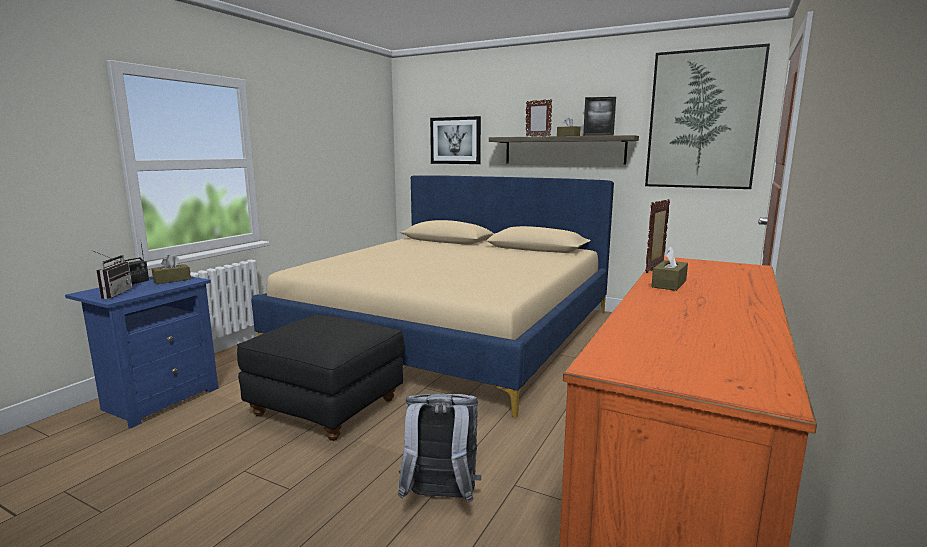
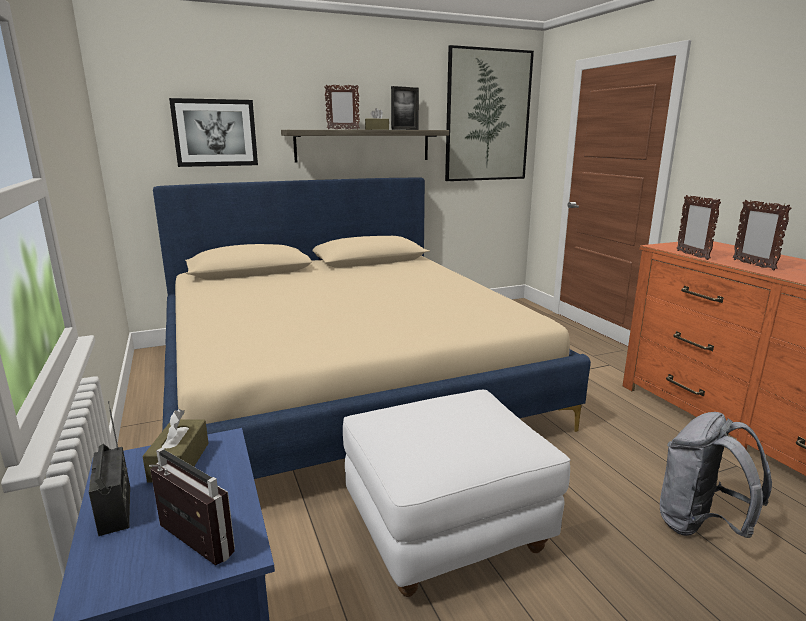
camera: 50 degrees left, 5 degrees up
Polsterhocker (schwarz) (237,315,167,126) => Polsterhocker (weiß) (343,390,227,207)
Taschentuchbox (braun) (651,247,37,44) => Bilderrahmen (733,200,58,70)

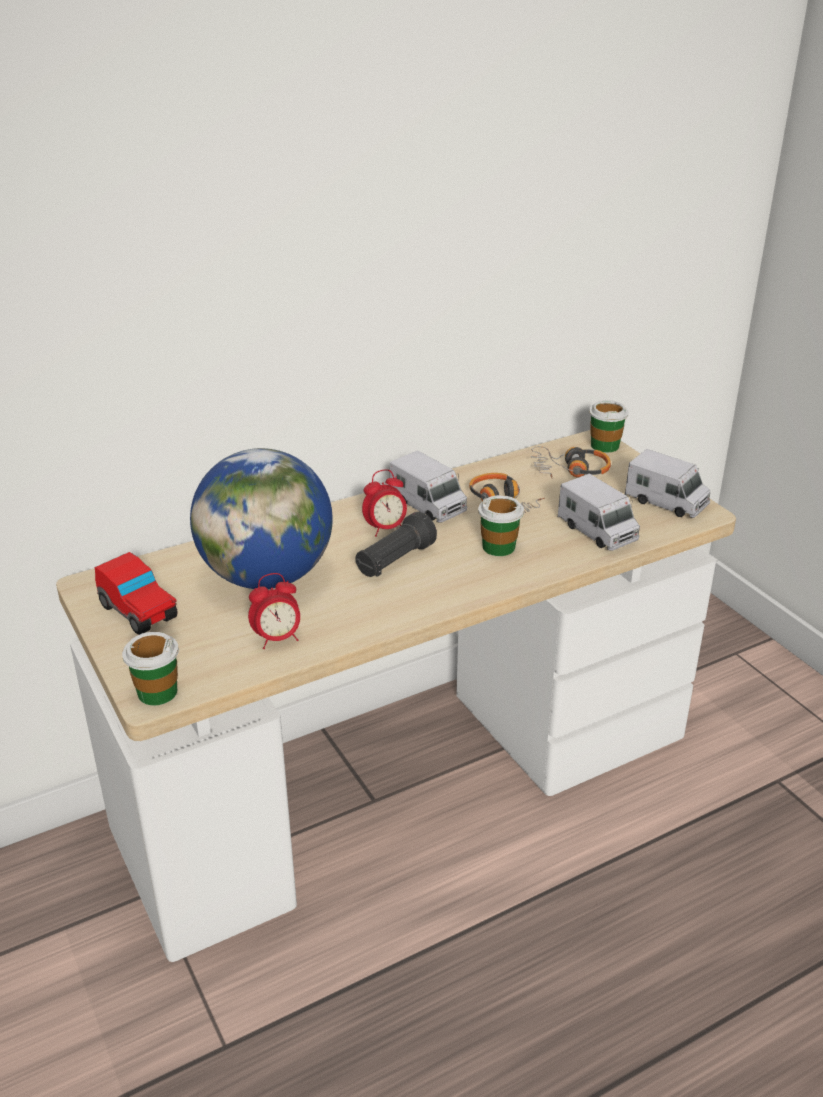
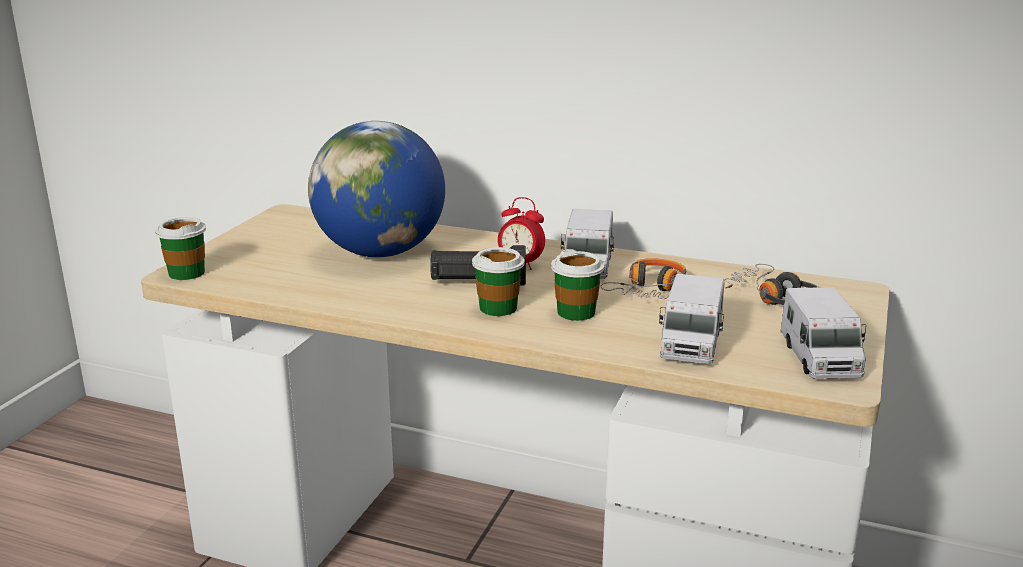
camera: 50 degrees right, 10 degrees down
Spielzeugauto (95,552,83,83) => nothing
Wecker (248,573,52,76) => nothing
Tasse (589,400,40,53) => Tasse (472,247,53,69), shifted

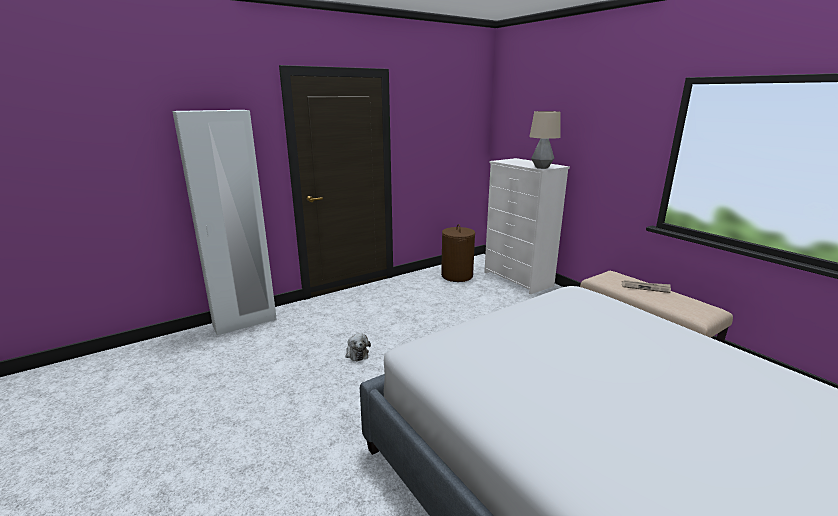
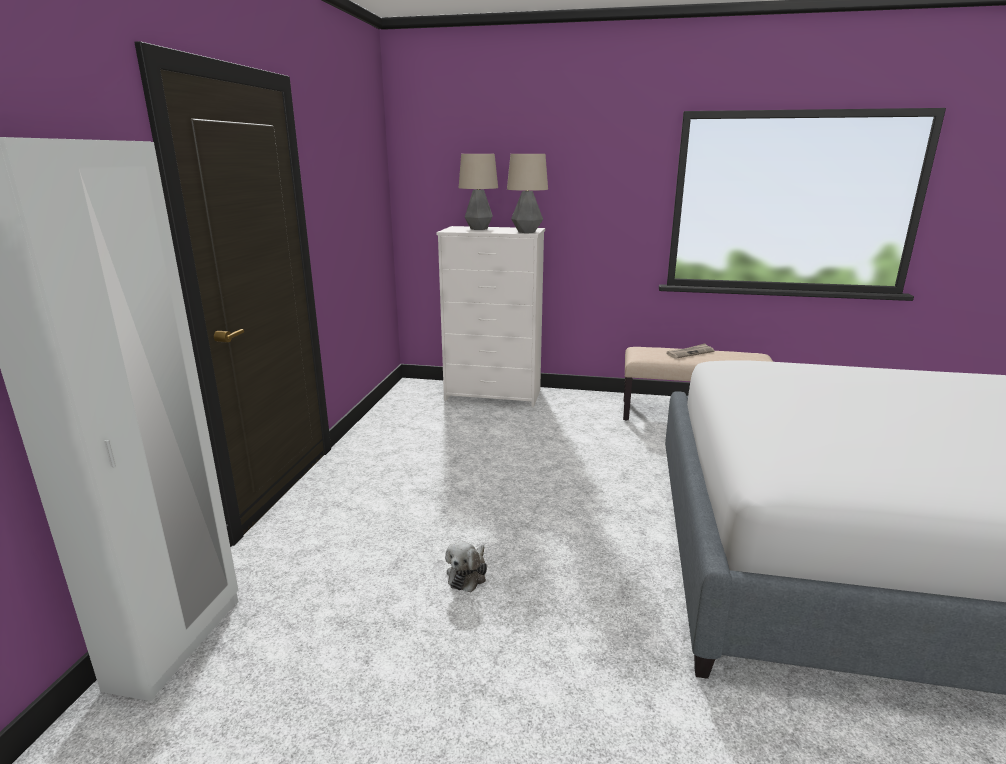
camera: 45 degrees left, 0 degrees up
Plüschtier (345,333,26,28) => Plüschtier (445,542,42,50), 90 degrees clockwise
Wäschekorb (braun) (441,224,34,58) => nothing
nothing => Tischlampe (459,154,39,76)

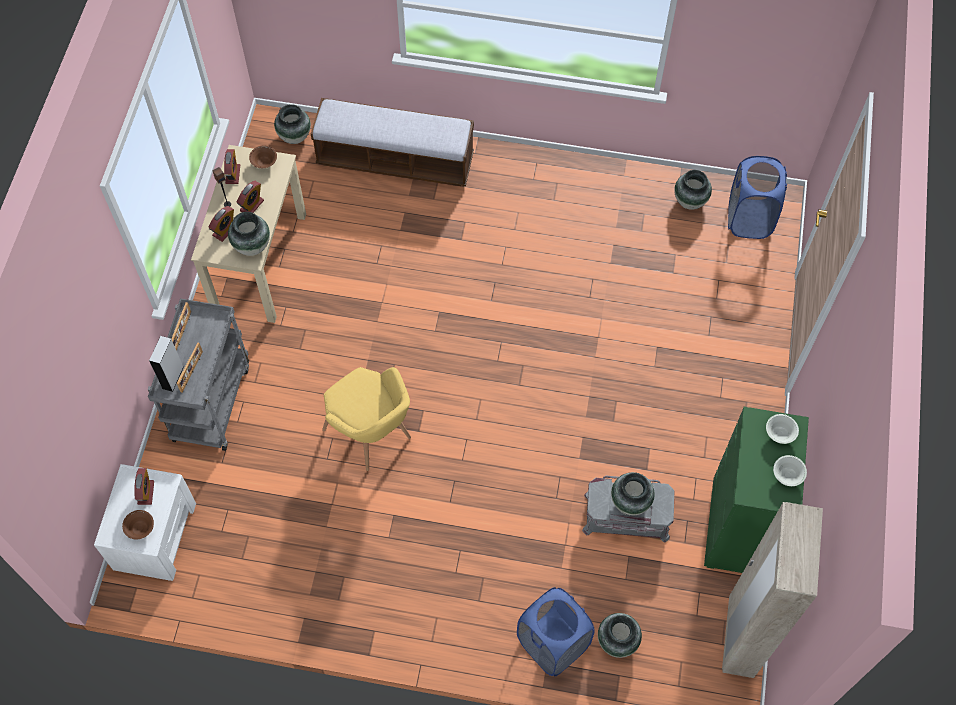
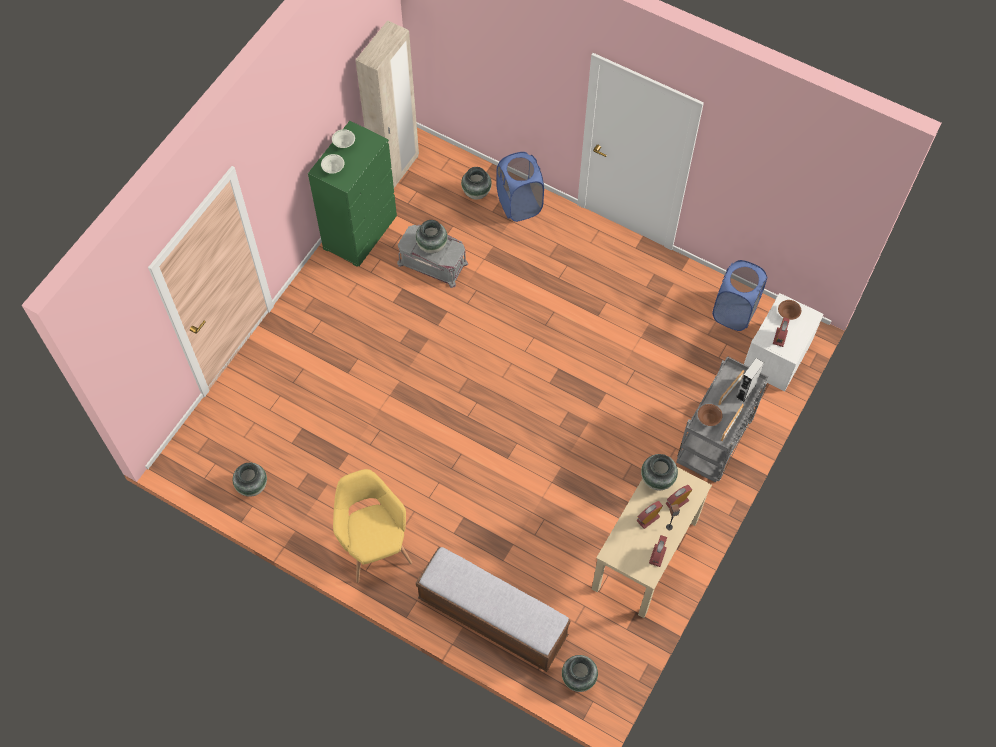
camera: 160 degrees left, 0 degrees up
Schüssel (braun) (249,145,28,23) => Schüssel (braun) (698,404,25,22), shifted
Sessel (gelb) (322,367,89,104) => Sessel (gelb) (333,469,79,114), shifted
Wäschekorb (blau) (728,156,59,83) => Wäschekorb (blau) (712,260,55,71), shifted

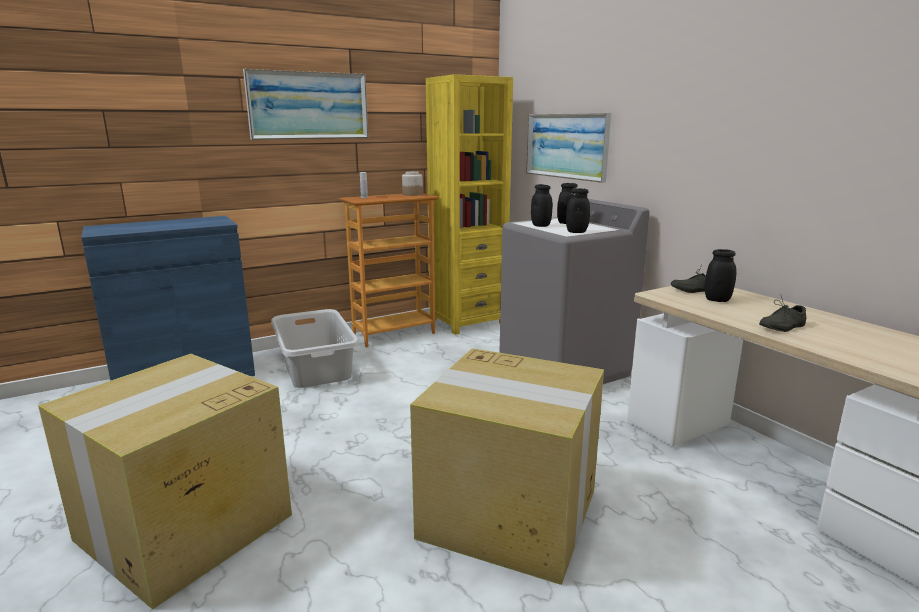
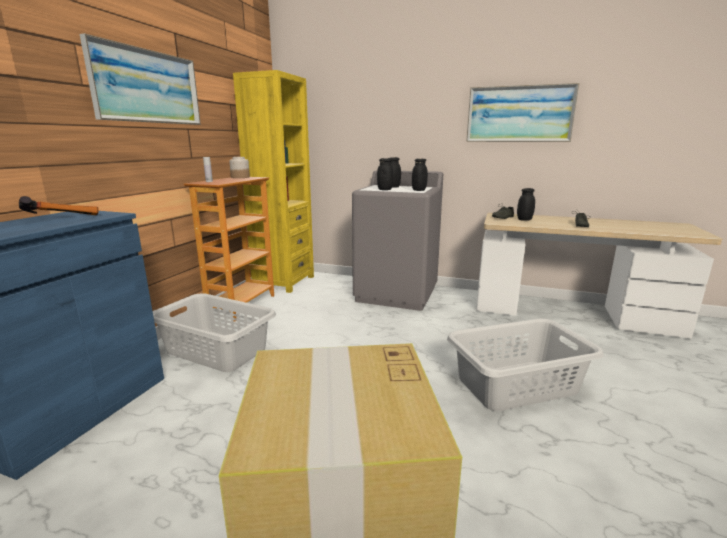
camera: 40 degrees left, 0 degrees up
Karton (410,348,194,237) => Wäschekorb (grau) (447,319,157,92)
Bild (526,113,85,70) => Bild (466,83,114,59), shifted
nothing => Hammer (19,196,80,19)

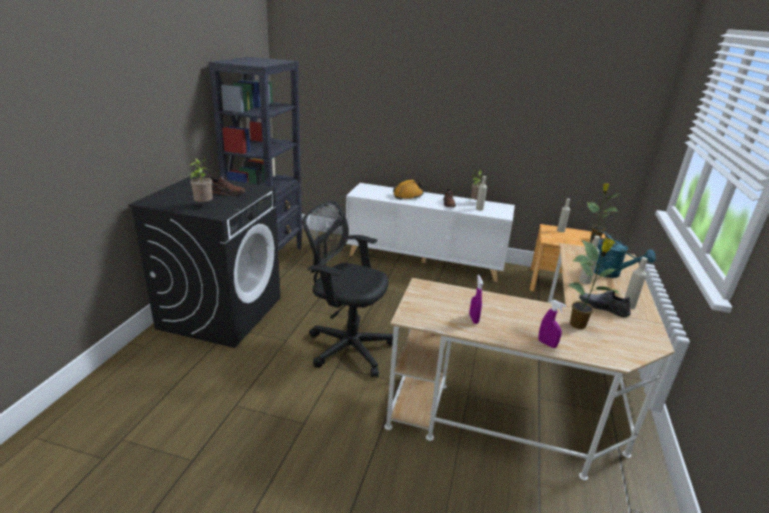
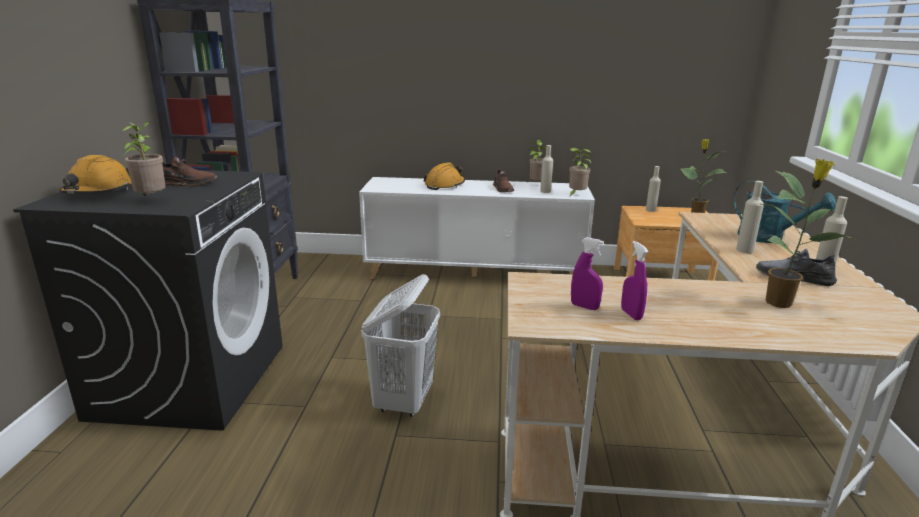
camera: 10 degrees left, 5 degrees down
Bürostuhl (schwarz) (302,200,91,178) => Wäschekorb (weiß) (361,274,79,143)
Sprühflasche (lila) (538,300,28,48) => Sprühflasche (lila) (571,237,33,73), shifted
nothing => Schutzhelm (orange) (59,155,72,39)
nothing => Topfpflanze (569,148,23,49)

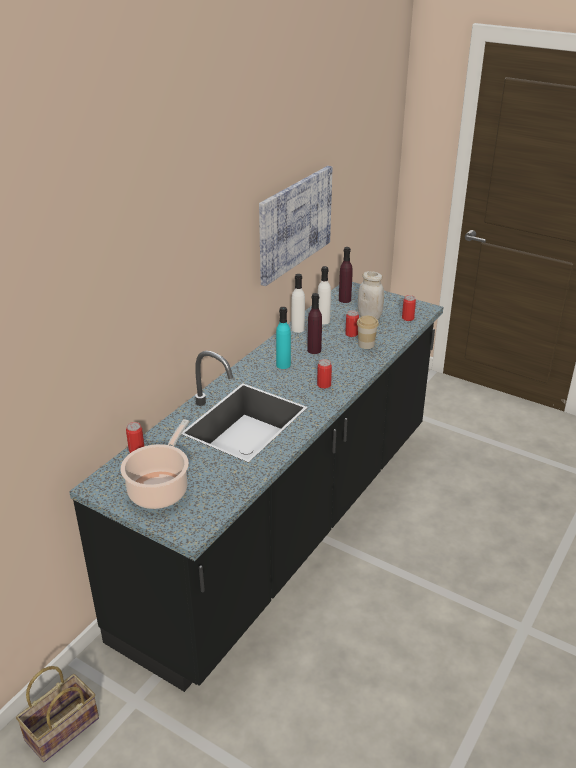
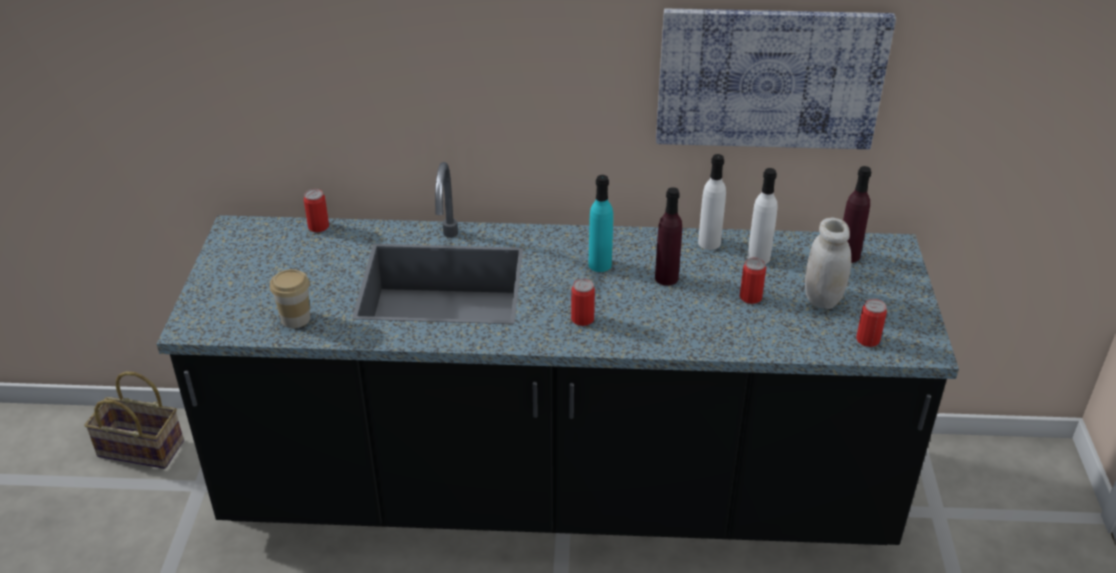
camera: 60 degrees right, 5 degrees up
Kochtopf (121,419,68,90) => nothing
Tasse (357,316,22,33) => Tasse (270,269,40,59), shifted

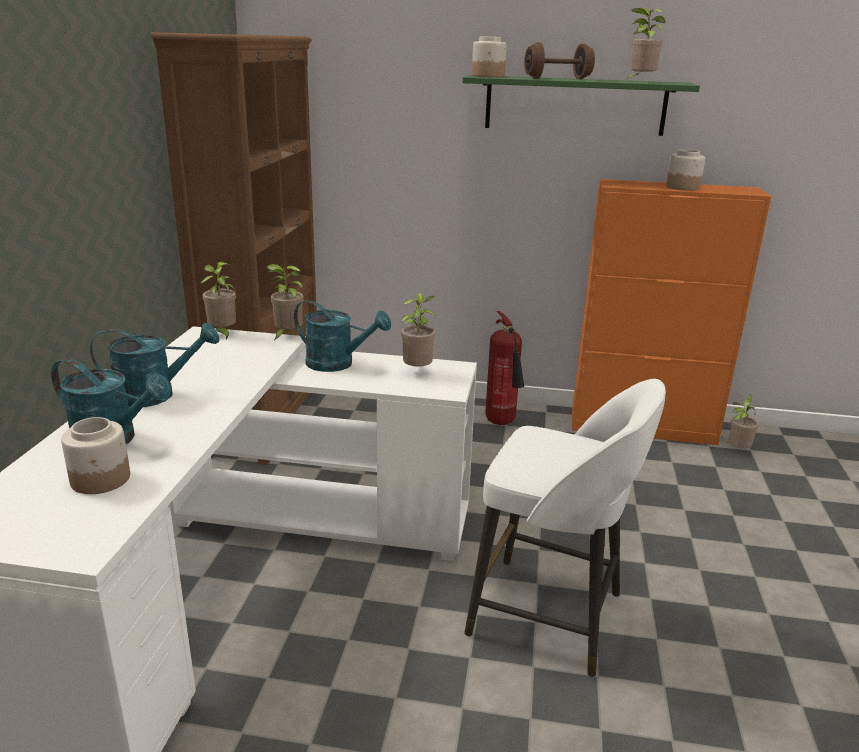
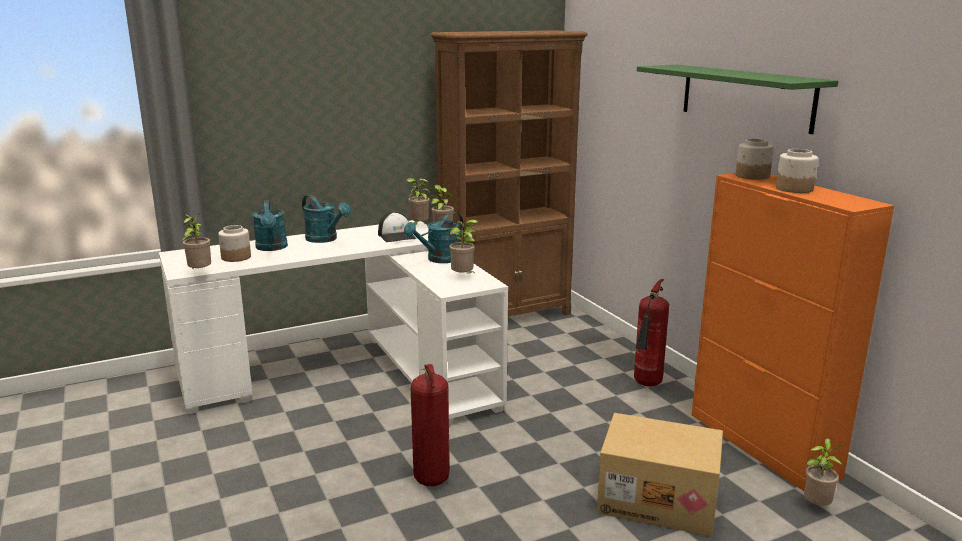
camera: 55 degrees right, 5 degrees down
Gießkanne (türkis) (294,300,97,72) => Gießkanne (türkis) (404,212,59,51), 60 degrees clockwise
Hocker (weiß) (464,379,202,298) => Feuerlöscher (411,364,39,122)
Vorratsglas (472,36,35,41) => Vorratsglas (736,139,38,41), shifted
Hantel (braun) (524,42,71,37) => nothing
Topfpflanze (625,8,40,73) => Topfpflanze (181,213,30,56), shifted
nothing => Kappe (378,212,39,30)
nothing => Karton (597,413,126,124)

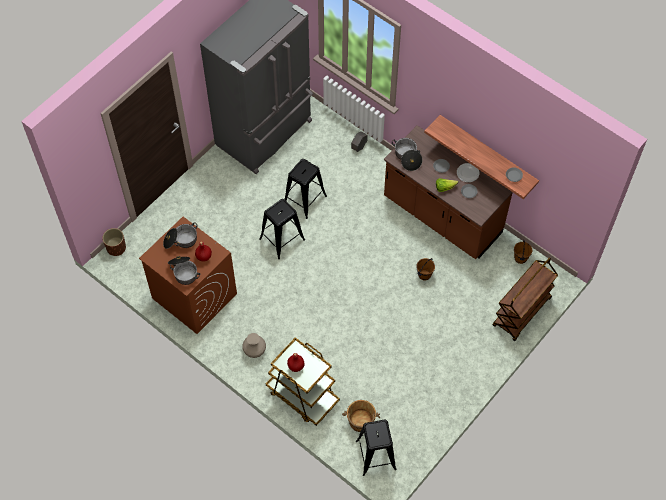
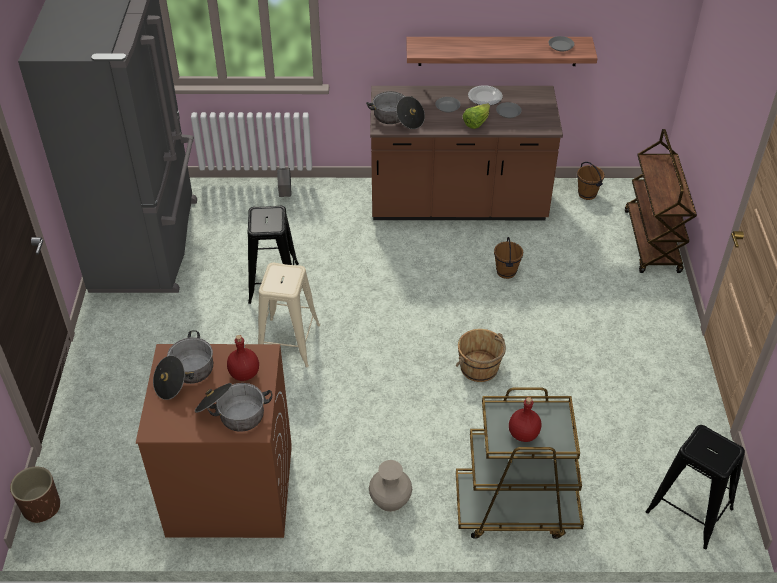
camera: 40 degrees left, 15 degrees down
Hocker (schwarz) (259,199,46,60) => Hocker (beige) (258,263,62,104)
Eimer (braun) (342,400,38,32) => Eimer (braun) (456,329,50,53), shifted

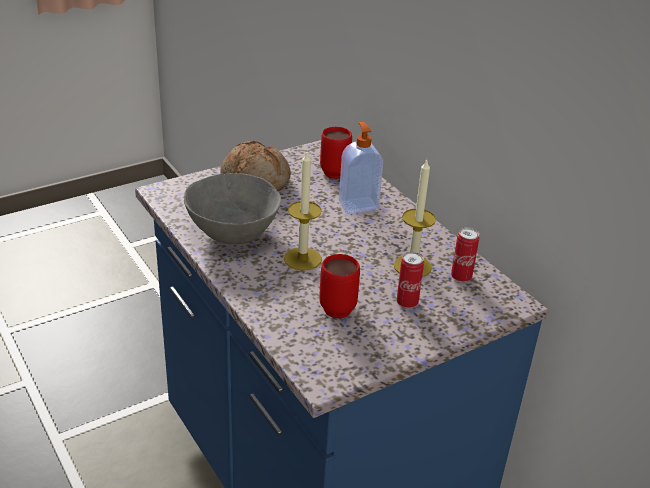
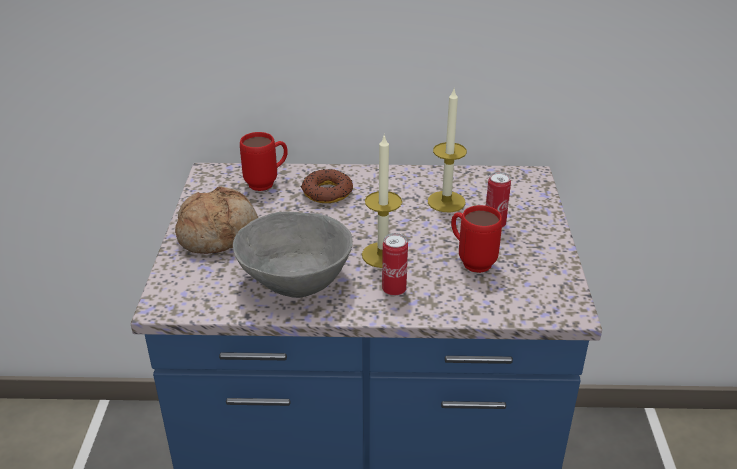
camera: 55 degrees left, 0 degrees up
Seifenspender (339,122,44,92) => Donut (301,169,52,34)
Dose (451,227,28,55) => Dose (382,233,26,63), shifted

